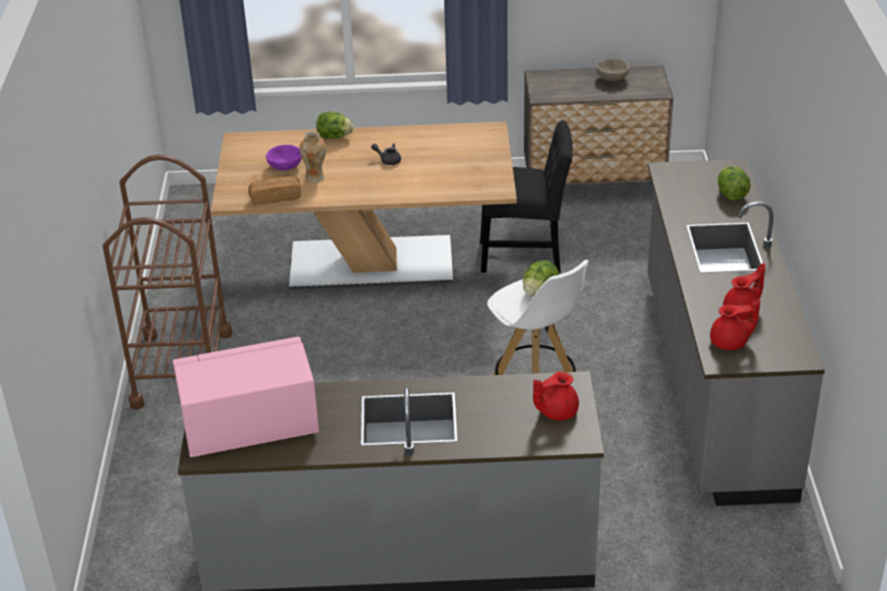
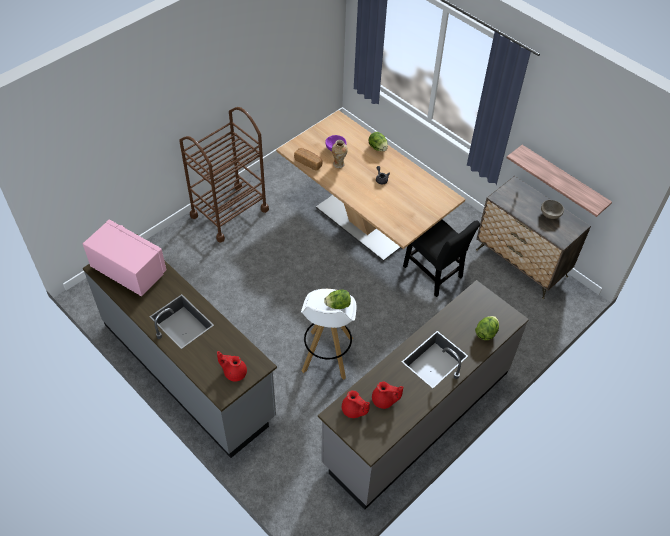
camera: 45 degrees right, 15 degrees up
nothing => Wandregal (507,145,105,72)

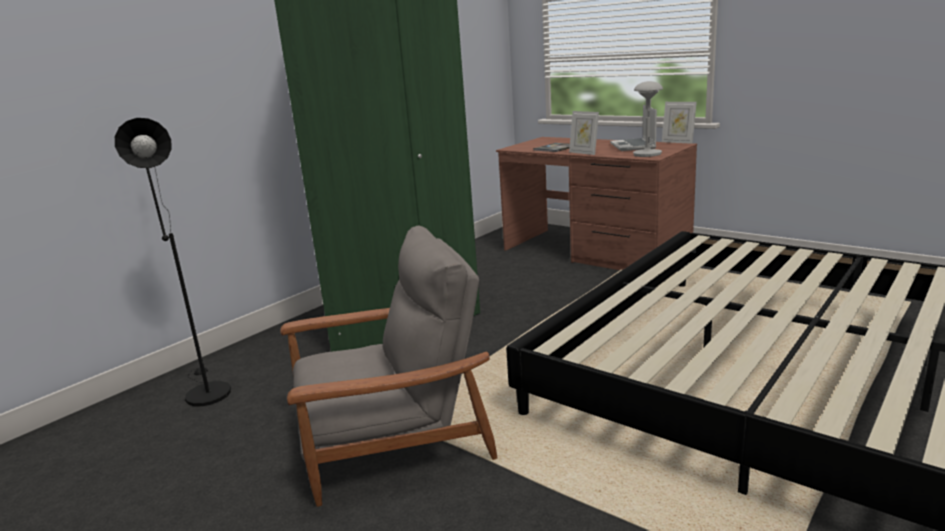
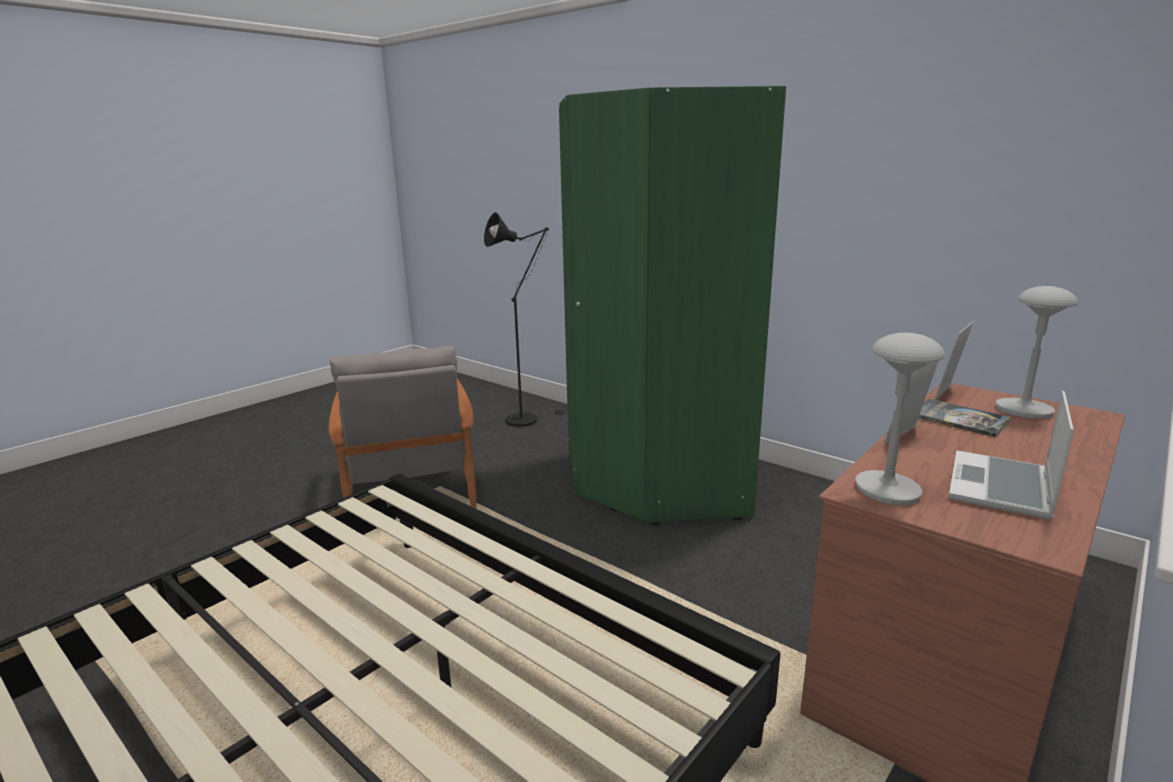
camera: 90 degrees right, 0 degrees up
Laptop (610,105,47,46) => Laptop (949,391,125,129), 60 degrees counterclockwise
Bilderrahmen (662,102,35,42) => Bilderrahmen (934,322,40,78), shifted
nothing => Tischlampe (grau) (996,286,82,133)

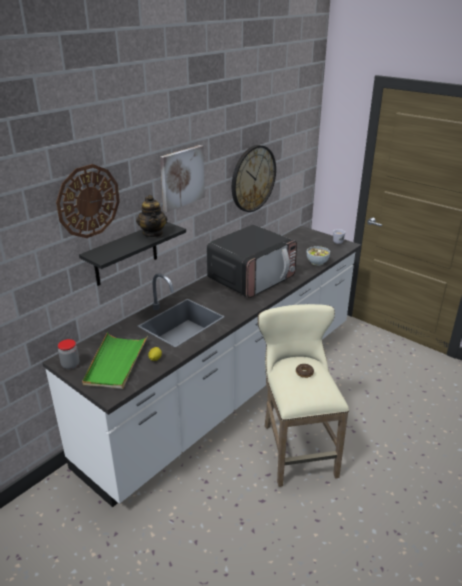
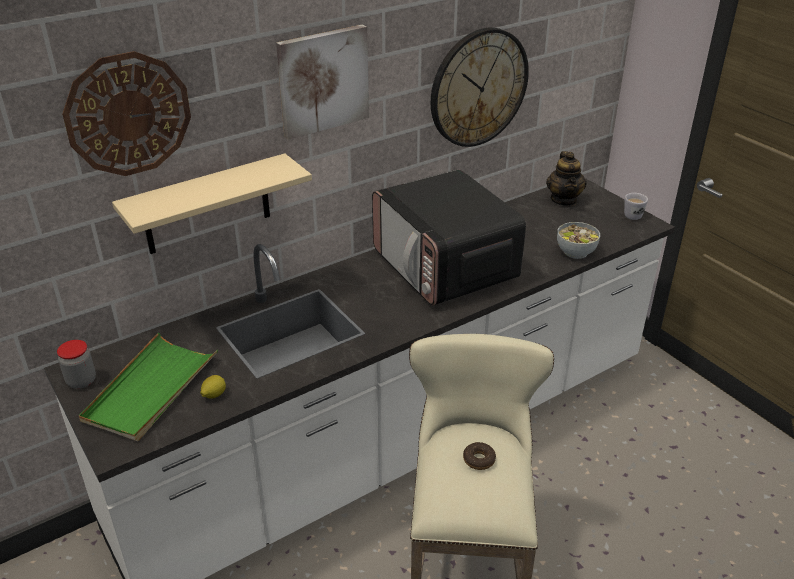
camera: 15 degrees right, 5 degrees up
Wandregal (schwarz) (79,222,107,64) => Wandregal (beige) (112,153,200,101)
Teekanne (136,195,31,43) => Teekanne (546,151,41,55), shifted
Mikrowelle (207,225,90,73) => Mikrowelle (372,169,154,137), 90 degrees clockwise

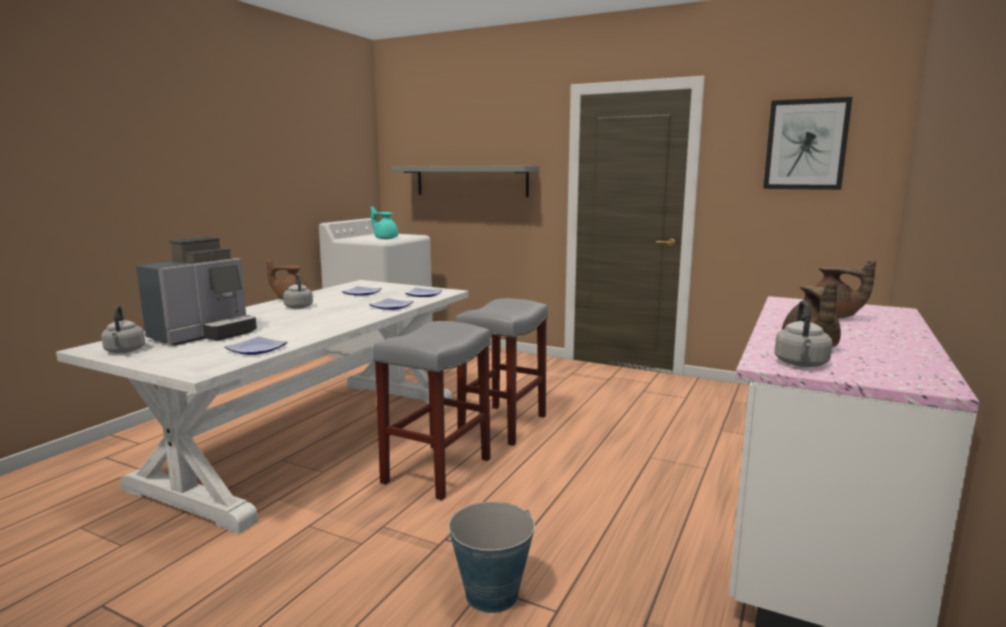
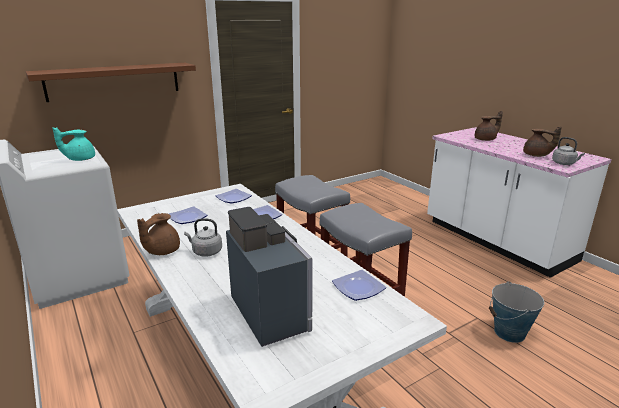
camera: 60 degrees left, 10 degrees up
Wasserkessel (grau) (101,305,44,48) => nothing
Wandregal (grau) (391,166,148,31) => Wandregal (braun) (26,63,170,39)
Bild (763,97,89,93) => nothing

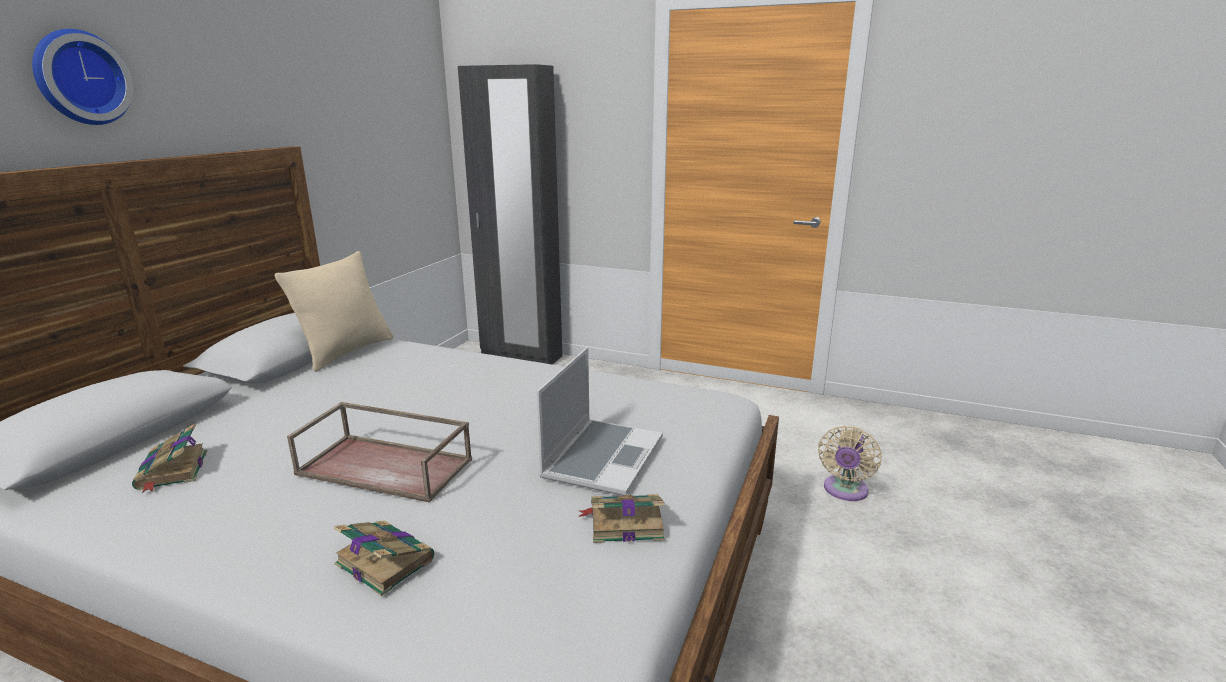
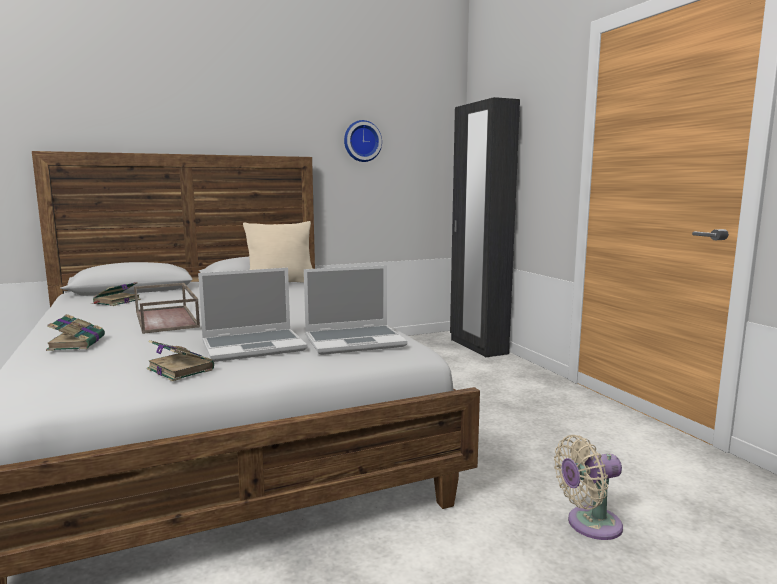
camera: 45 degrees right, 10 degrees down
Wanduhr (32,29,101,96) => Wanduhr (344,120,38,42), shifted
nothing => Laptop (304,265,103,90)

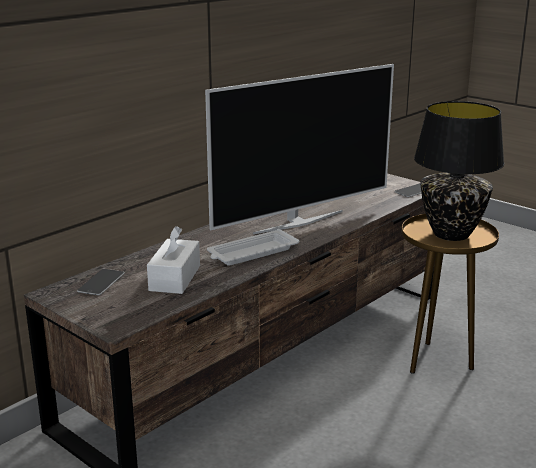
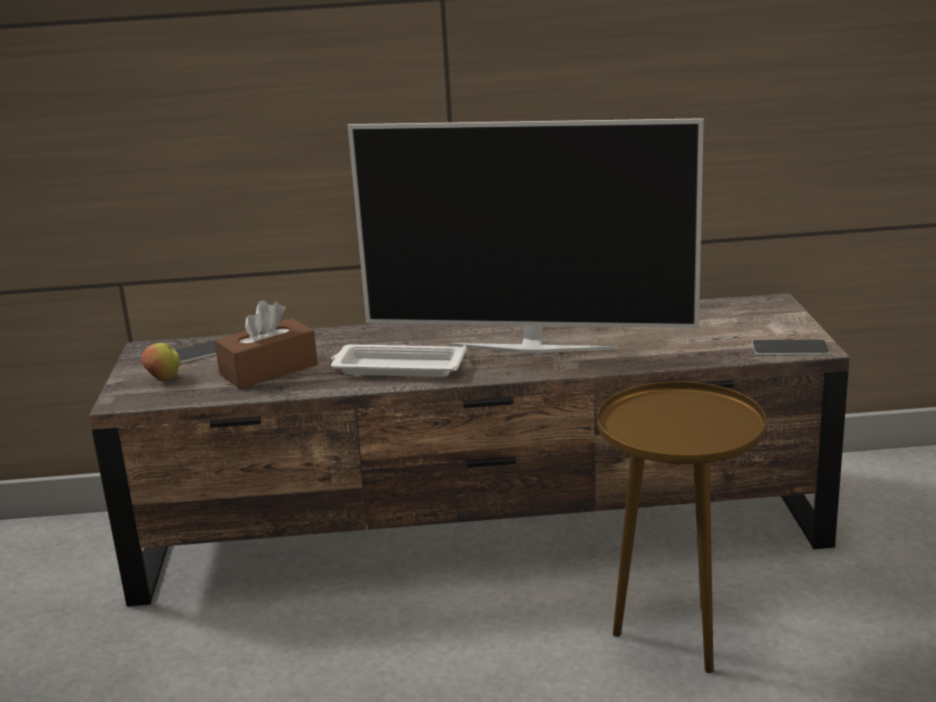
camera: 45 degrees right, 0 degrees up
Taschentuchbox (weiß) (147,226,53,68) => Taschentuchbox (braun) (215,300,103,89)
Tischlampe (schwarz) (414,101,90,140) => nothing
nothing => Apfel (141,343,39,38)

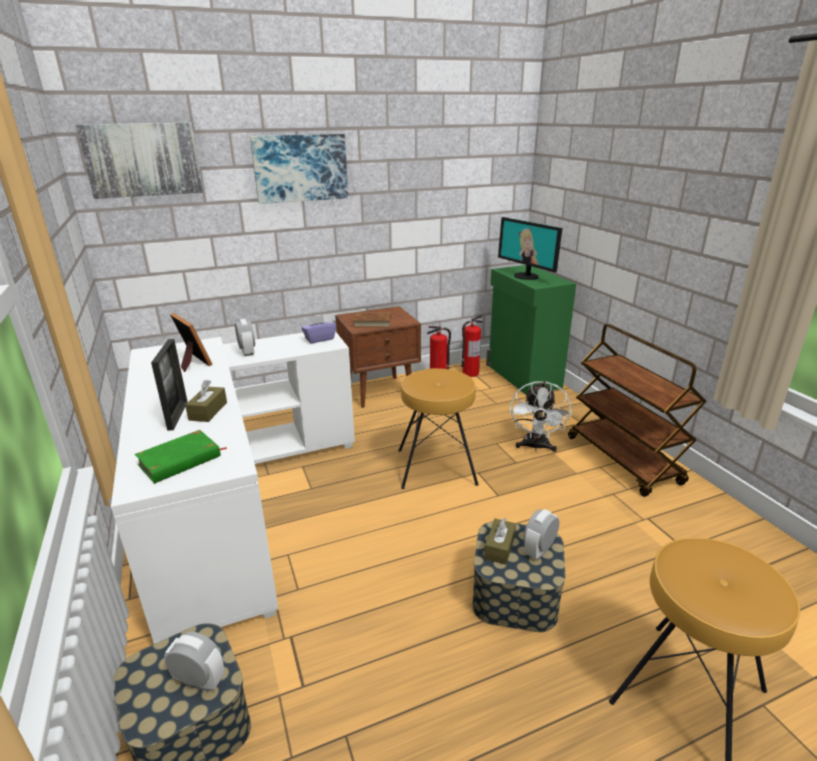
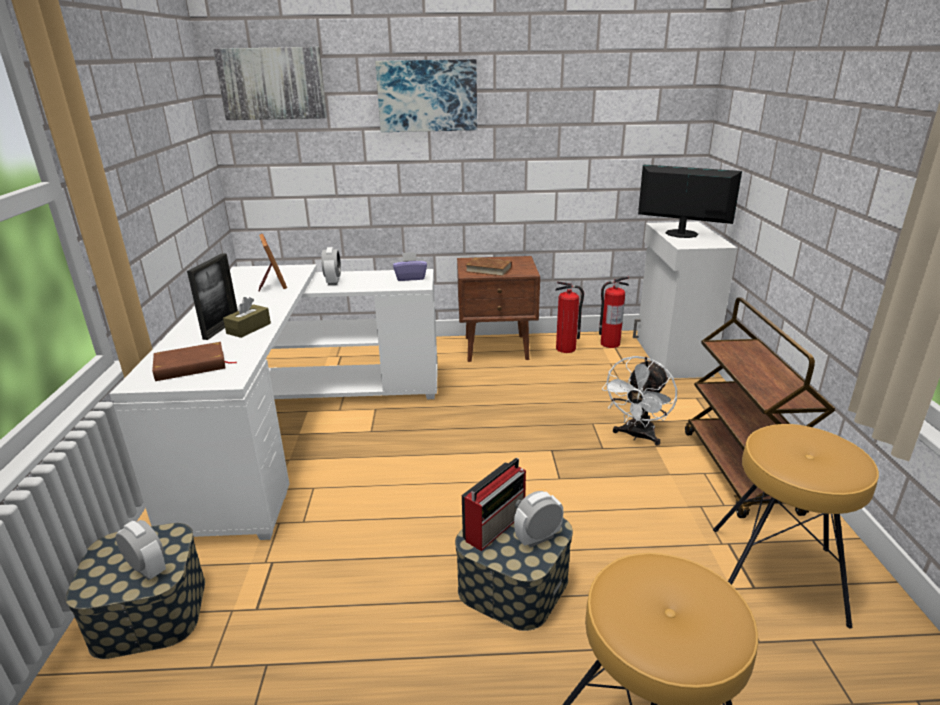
camera: 20 degrees right, 0 degrees up
Buch (grün) (135,430,92,54) => Buch (braun) (152,342,84,39)
Hocker (braun) (398,368,81,121) => Hocker (braun) (713,424,166,205), shifted
Taschentuchbox (braun) (484,517,32,48) => Radio (462,458,64,93)
Schrank (grün) (486,265,90,129) => Schrank (weiß) (633,222,104,157)
Monitor (498,217,65,63) => Monitor (638,165,104,73), 135 degrees clockwise

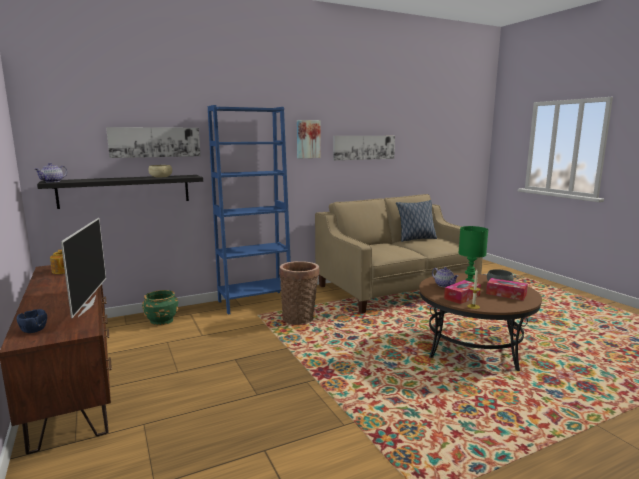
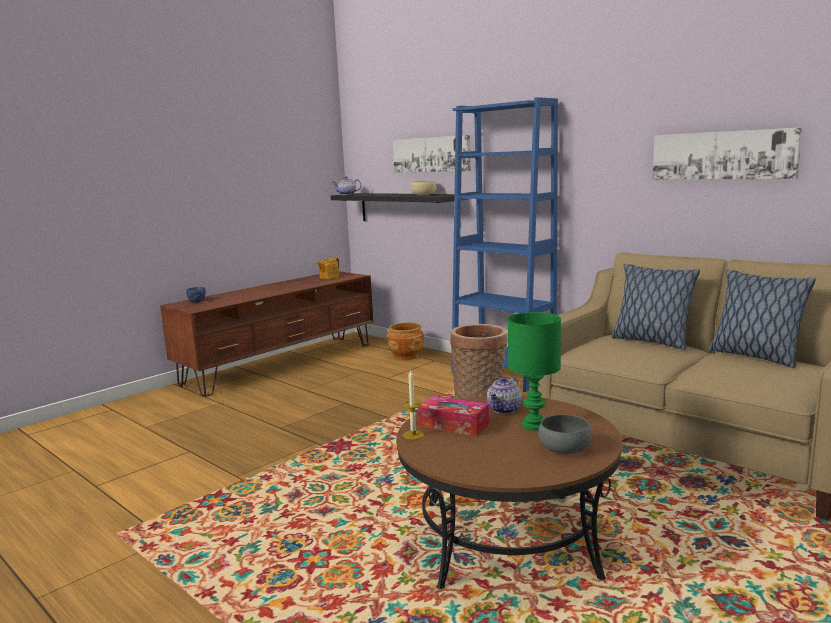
camera: 70 degrees right, 0 degrees up
Fernseher (61,218,45,100) => nothing
Pflanzkübel (grün) (142,290,36,35) => Pflanzkübel (braun) (387,323,37,37)
Bild (297,120,24,38) => nothing
Taschentuchbox (486,278,42,23) => nothing
nothing => Kissen (611,264,89,86)

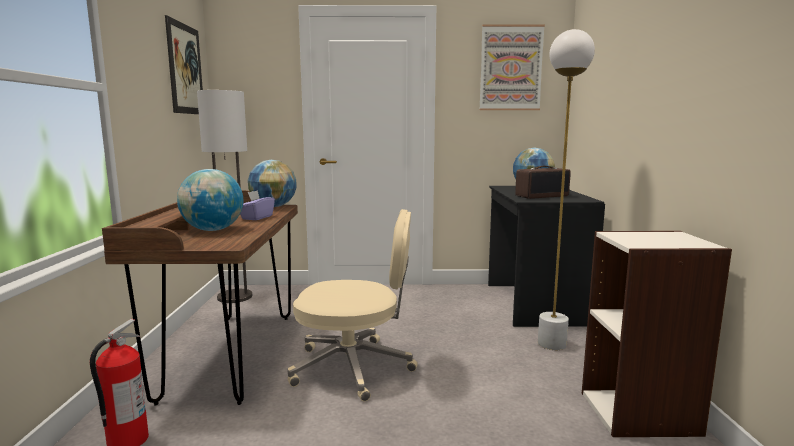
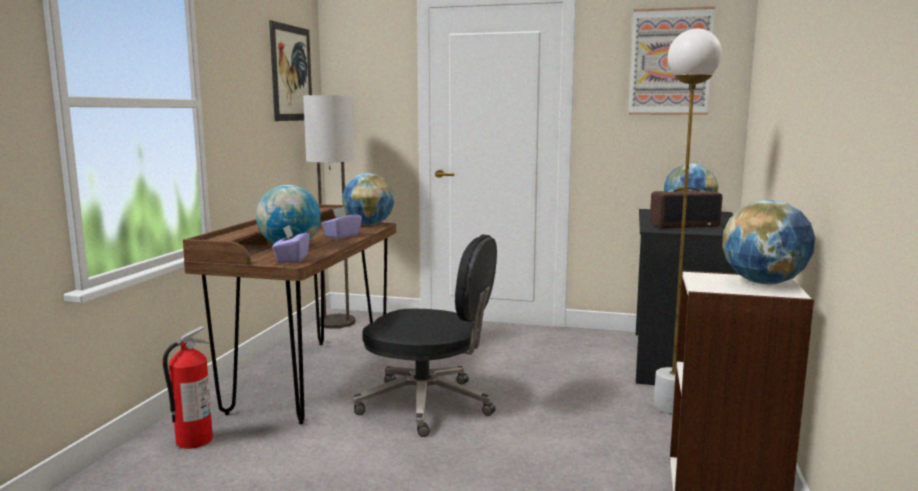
camera: 15 degrees right, 0 degrees up
Bürostuhl (beige) (288,209,130,192) => Bürostuhl (schwarz) (353,234,144,203)
nothing => Taschentuchbox (lila) (272,225,38,38)
nothing => Globus (722,200,93,84)

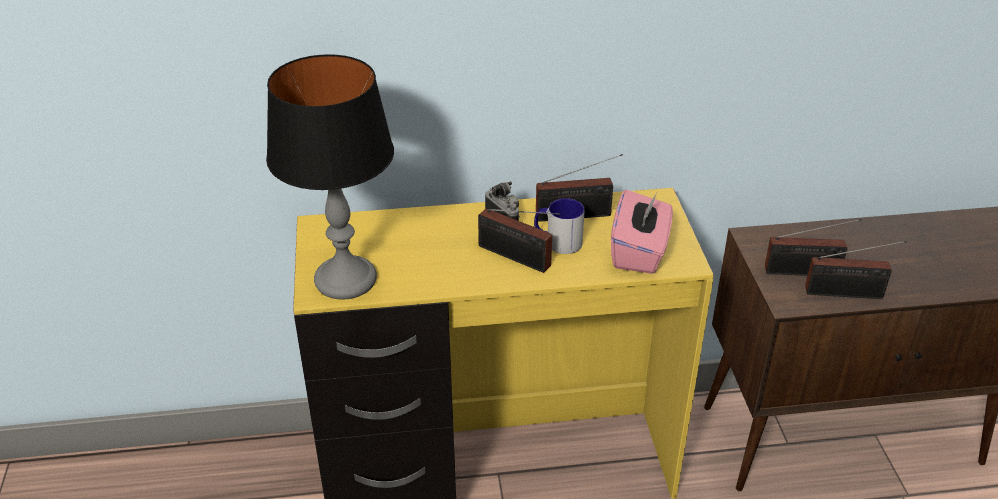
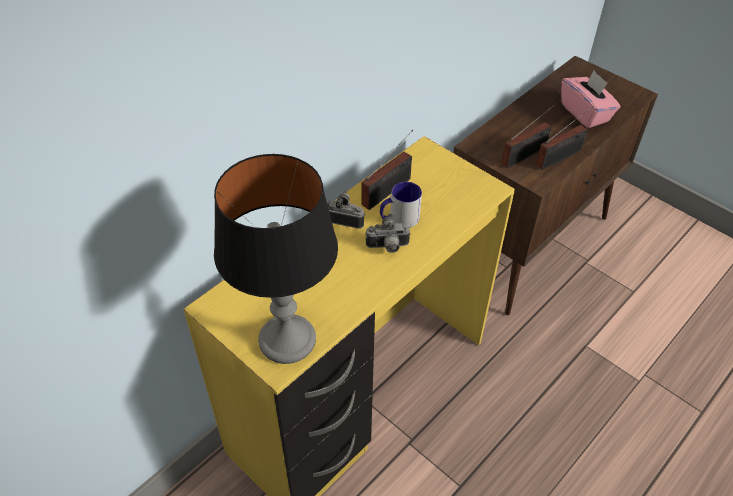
camera: 40 degrees left, 10 degrees up
Radio (478,208,82,65) => Kamera (366,214,45,39)
Taschentuchbox (rosa) (611,190,62,84) => Taschentuchbox (rosa) (561,71,60,57), shifted

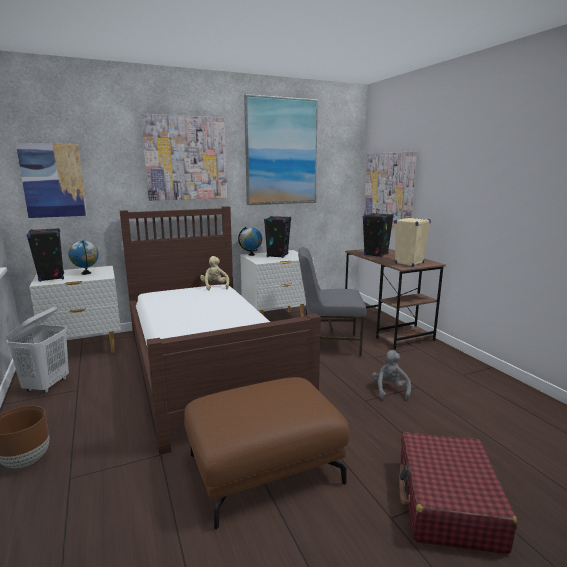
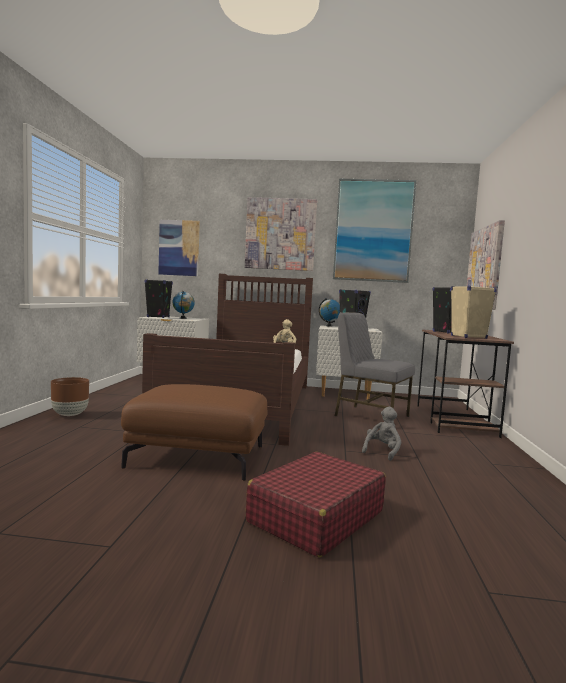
camera: 30 degrees right, 10 degrees down
Wäschekorb (weiß) (6,307,63,86) => nothing

